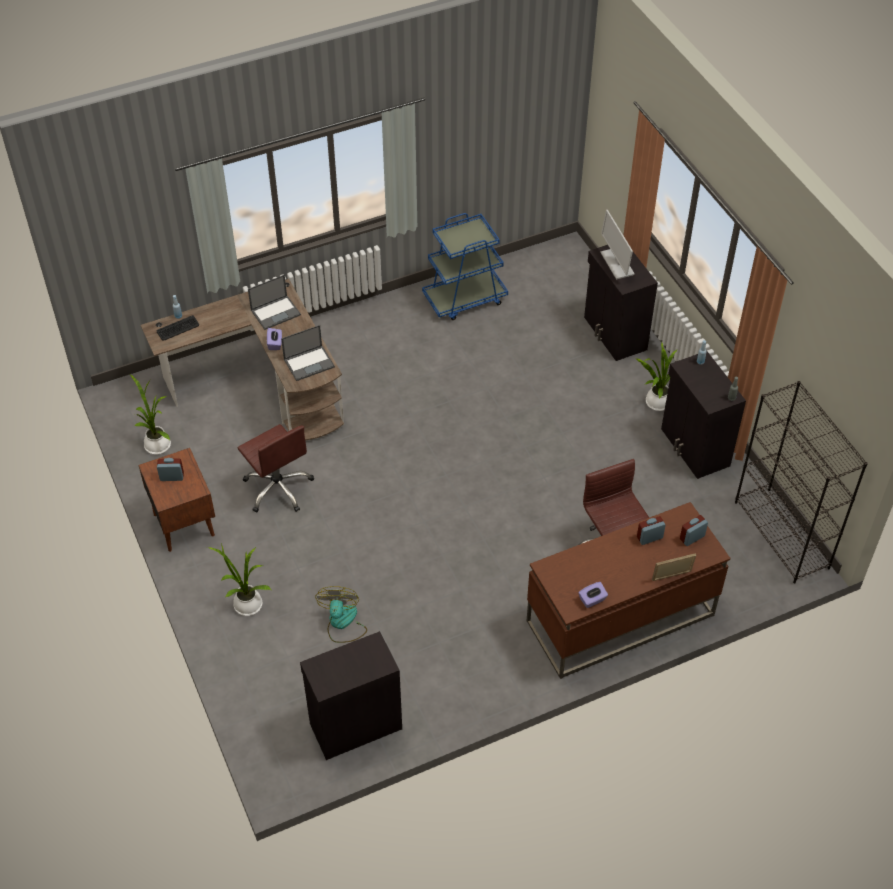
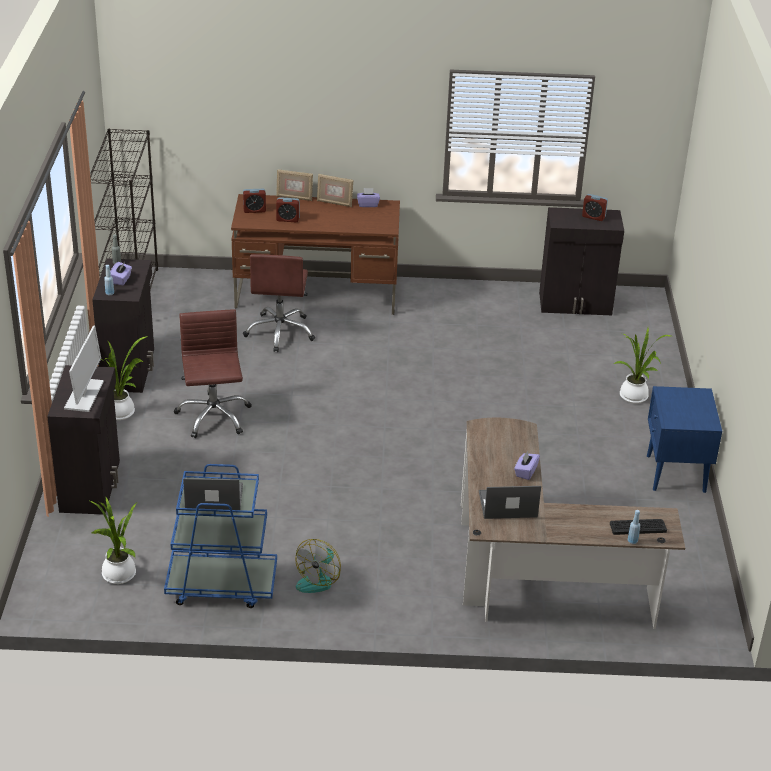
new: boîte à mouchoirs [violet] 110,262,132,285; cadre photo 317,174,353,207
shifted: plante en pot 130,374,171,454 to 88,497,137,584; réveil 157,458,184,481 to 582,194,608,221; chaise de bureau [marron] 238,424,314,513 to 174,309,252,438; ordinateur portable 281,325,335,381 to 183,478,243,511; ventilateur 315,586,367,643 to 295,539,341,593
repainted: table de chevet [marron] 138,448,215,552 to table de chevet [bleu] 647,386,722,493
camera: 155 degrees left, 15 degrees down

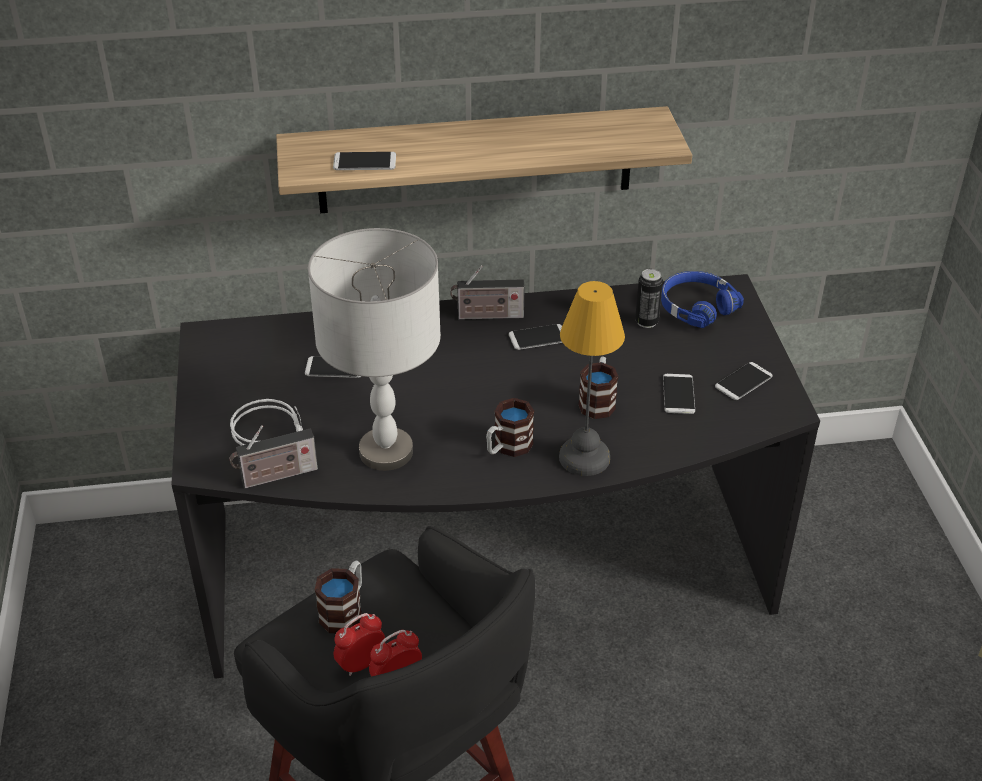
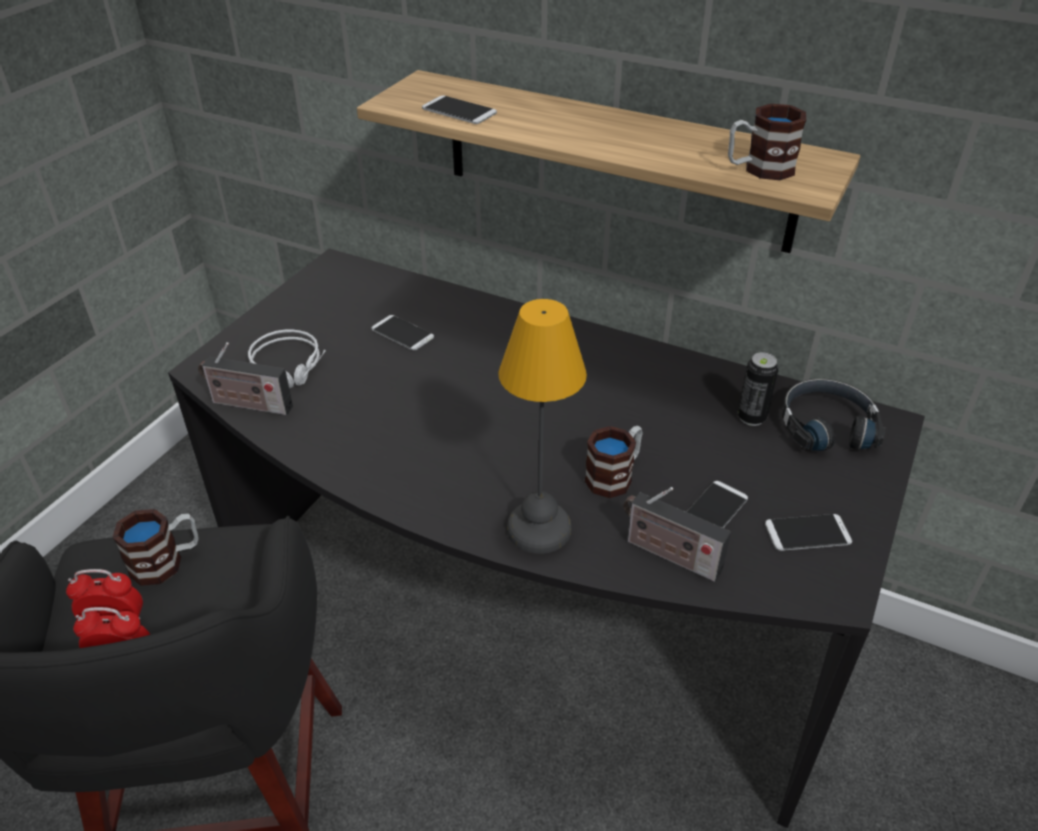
gone: lampe de table [gris] 308,228,441,471; téléphone 509,324,562,350
shifted: radio 450,266,525,320 to 623,487,731,582; mug 486,398,534,457 to 728,104,806,180
repainted: casque audio [bleu] 661,271,744,328 to casque audio [noir] 782,379,886,451
camera: 35 degrees right, 0 degrees up

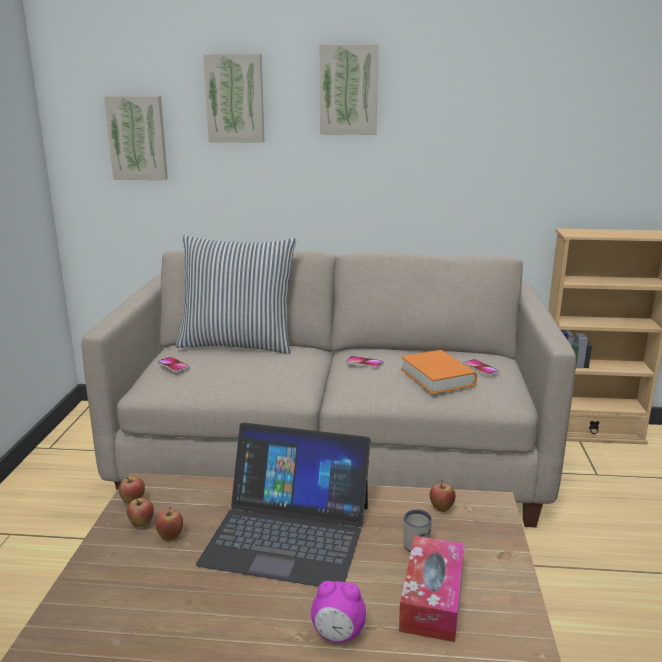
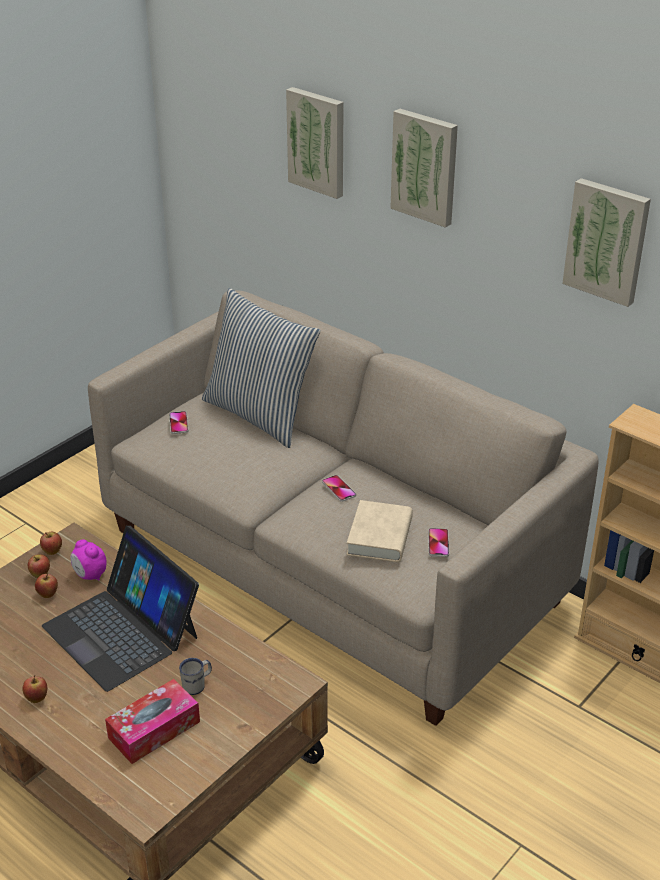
shifted: tableau 104,96,168,180 to 562,178,651,307; réveil 311,581,366,643 to 71,539,107,580; pomme 430,480,456,512 to 23,675,47,703
repainted: livre [orange] 401,350,477,394 to livre [beige] 347,500,413,562
camera: 35 degrees right, 15 degrees up

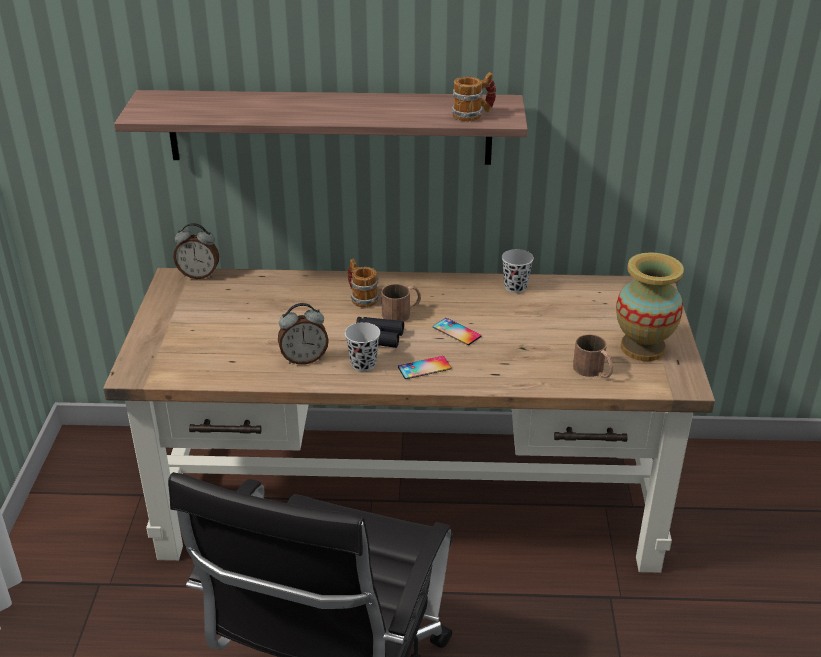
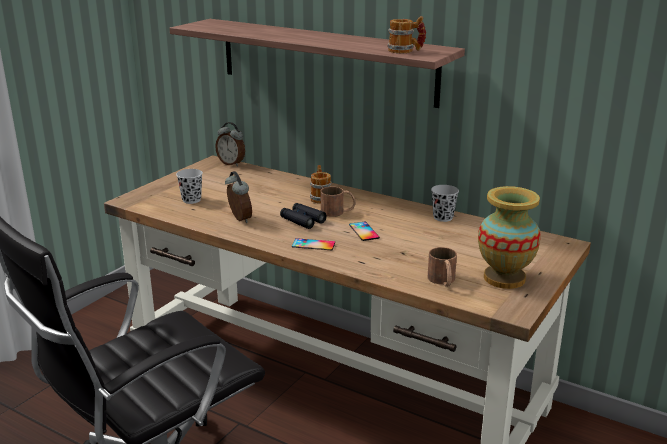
shifted: tasse [noir] 345,322,380,371 to 176,169,203,204
rotated: réveil 278,303,329,365 = 225,171,252,223 135 degrees counterclockwise
camera: 30 degrees right, 10 degrees down

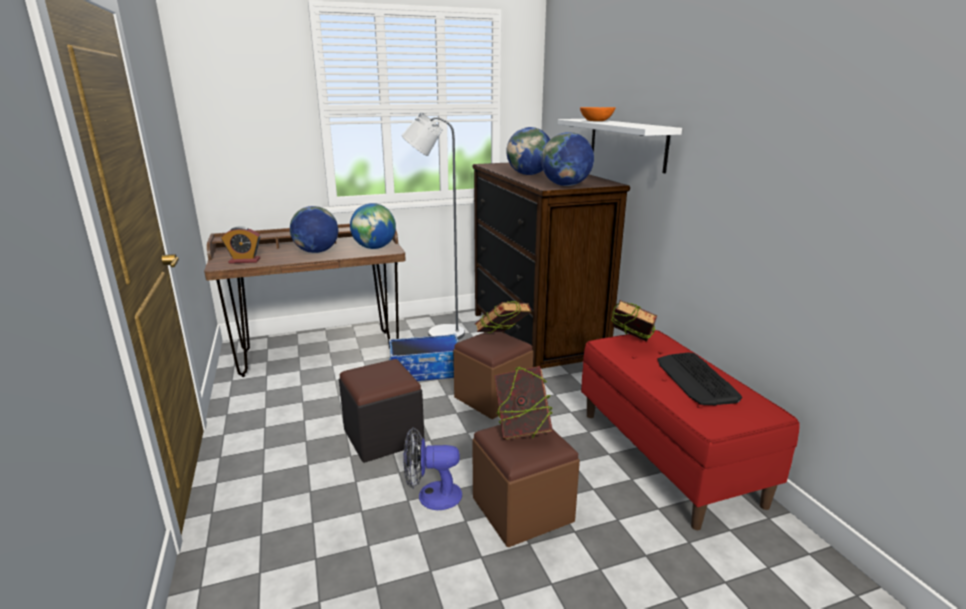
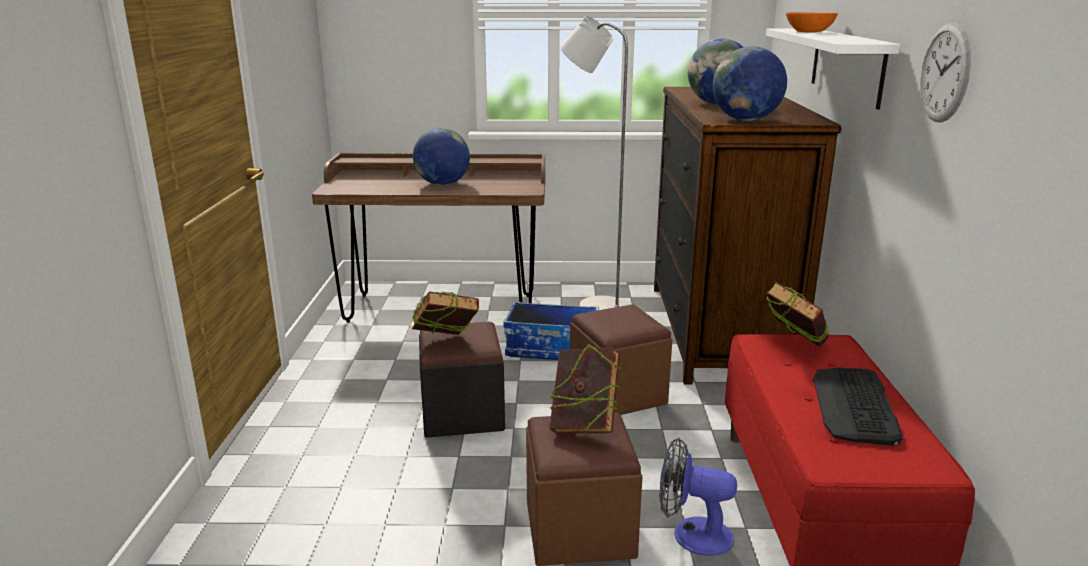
gone: réveil 221,226,261,264; globe 350,203,396,249
new: horloge murale 920,22,971,122
shifted: ventilateur 403,427,462,510 to 660,438,737,556; livre 475,301,531,333 to 412,291,479,335
camera: 20 degrees right, 0 degrees up

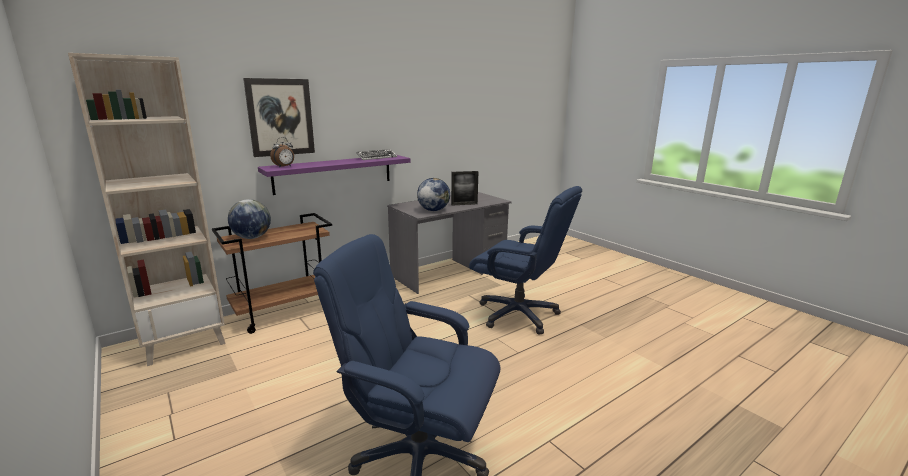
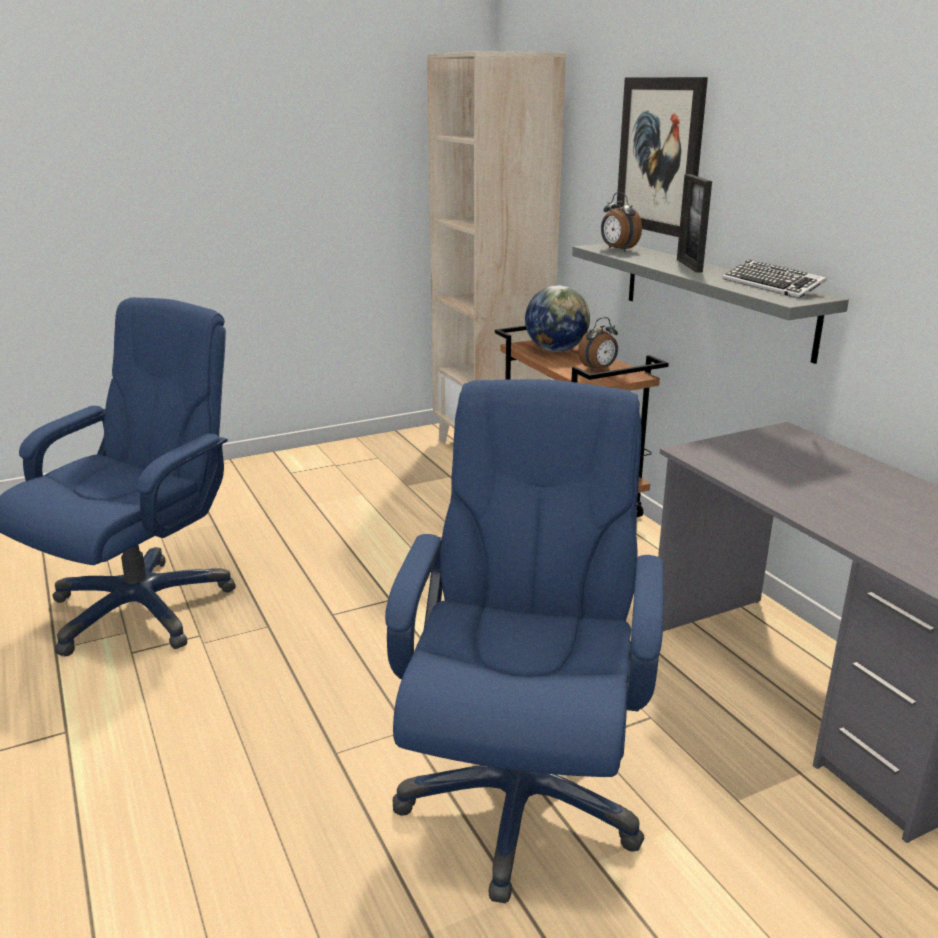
gone: globe 417,178,450,211
new: réveil 578,317,618,371
shifted: cadre photo 451,171,478,206 to 677,174,712,272
repainted: étagère [violet] 258,155,411,195 to étagère [gris] 572,243,849,364
rotated: chaise de bureau [bleu] 469,186,582,335 = 385,379,664,903 150 degrees clockwise
camera: 100 degrees right, 5 degrees up

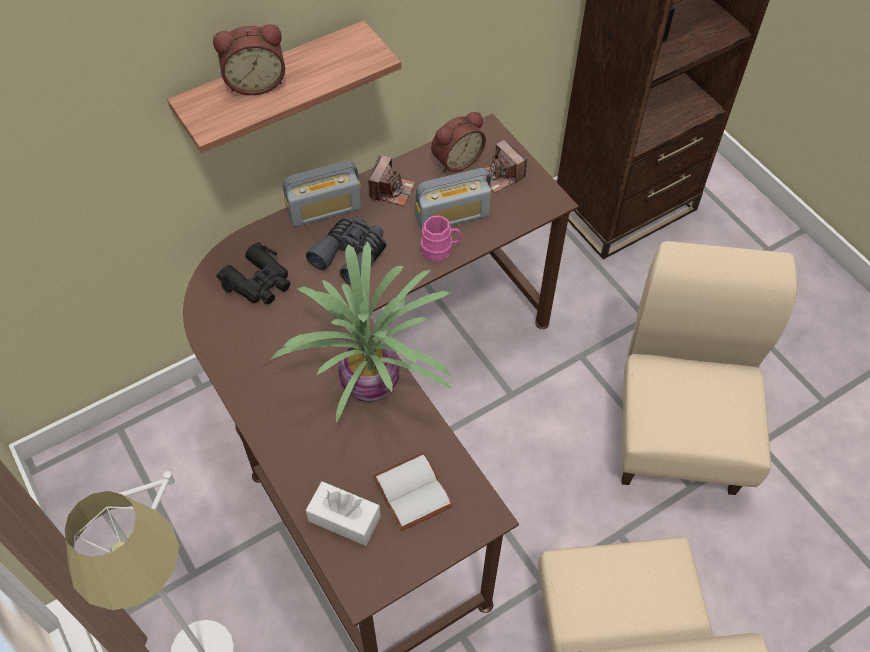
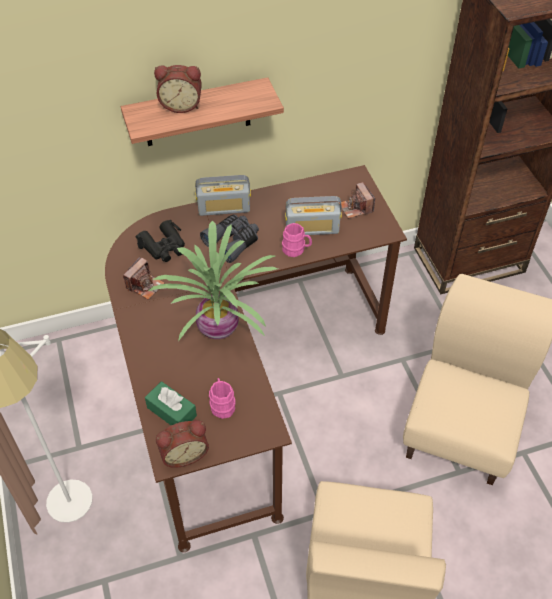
shifted: appareil photo 368,155,415,206 to 123,257,165,300; réveil 431,112,486,173 to 156,420,209,468
swapped: livre [blanc] 372,452,454,531 to mug [rose] 209,378,235,419
repainted: boîte à mouchoirs [blanc] 306,481,381,546 to boîte à mouchoirs [vert] 145,381,197,425
camera: 15 degrees right, 5 degrees down

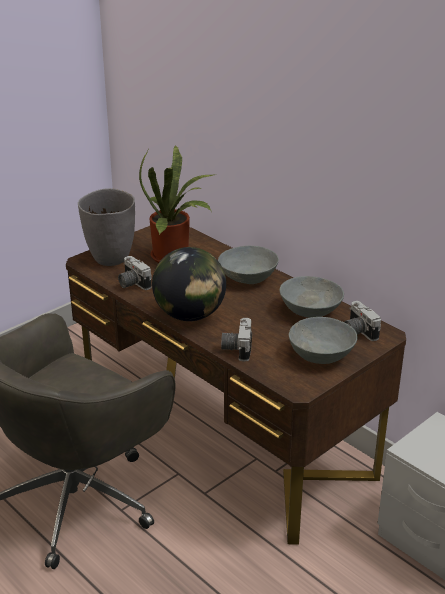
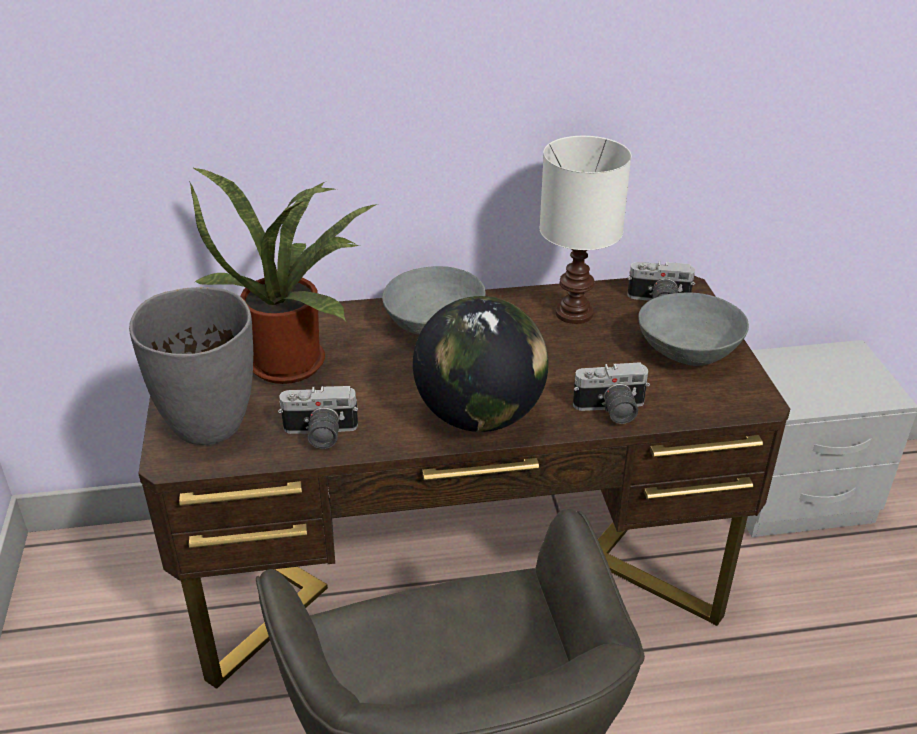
swapped: bol [gris] 280,276,344,318 to lampe de table [blanc] 539,136,631,324
rotated: appareil photo 221,318,252,362 = 573,362,650,424 45 degrees counterclockwise
camera: 55 degrees left, 5 degrees up

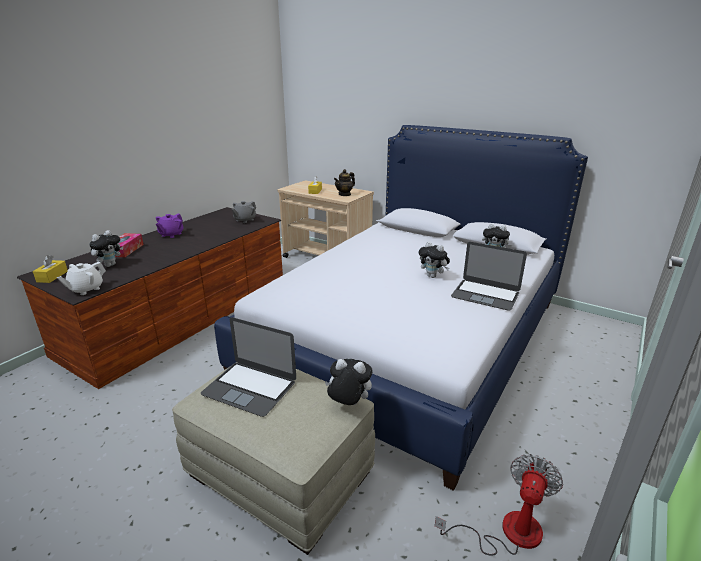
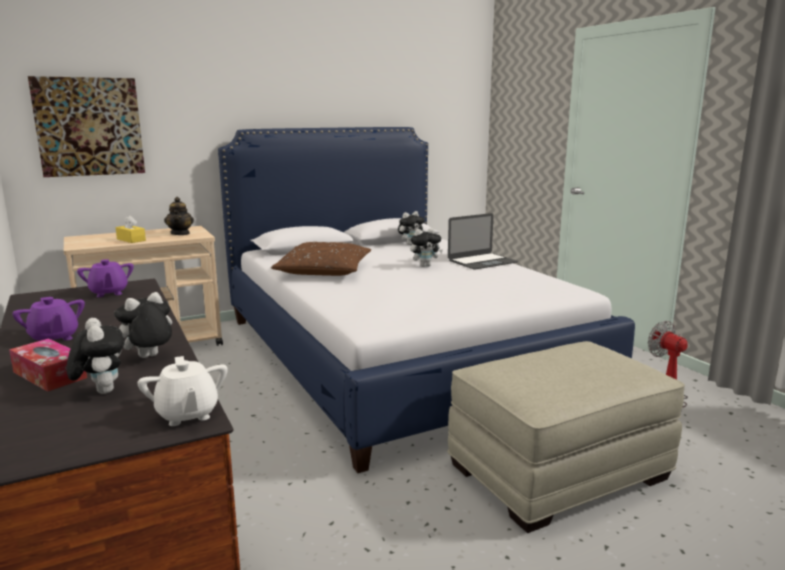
gone: boîte à mouchoirs [jaune] 33,255,68,283; ordinateur portable 201,317,296,417
new: tableau 28,76,145,177; coussin [marron] 271,242,371,276
shifted: peluche 325,359,373,405 to 114,292,172,358
repainted: théière [gris] 231,201,256,223 to théière [violet] 77,259,134,297
camera: 60 degrees left, 10 degrees down

